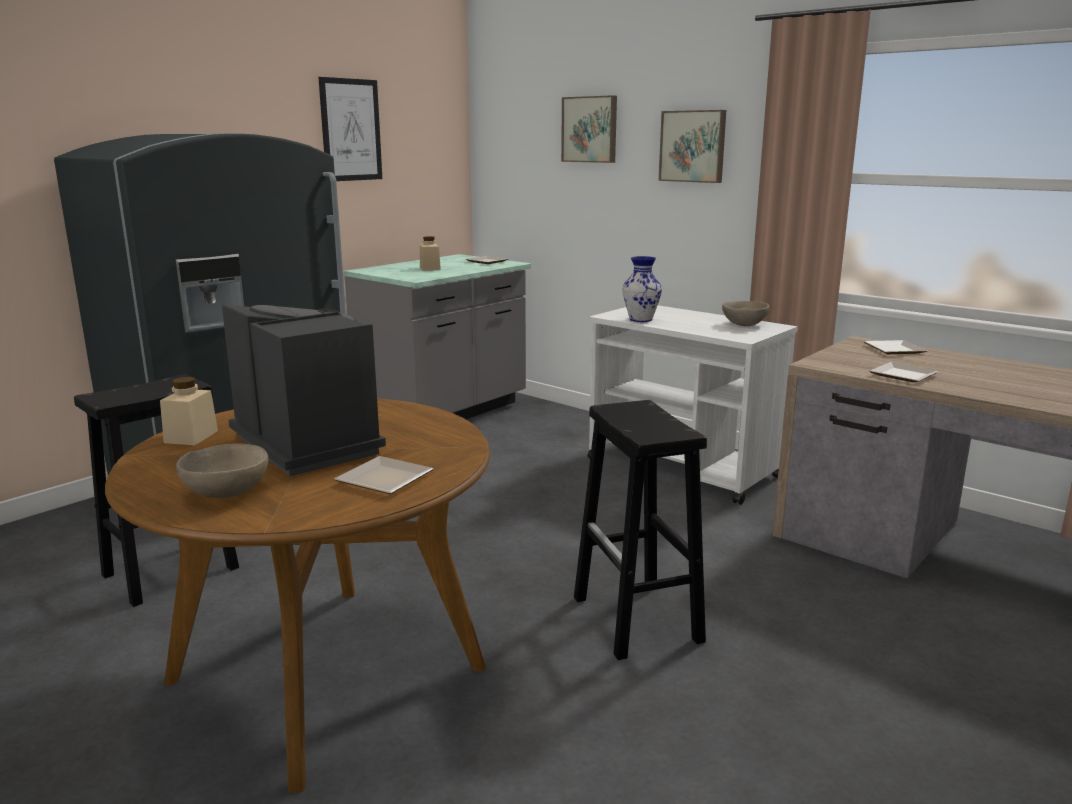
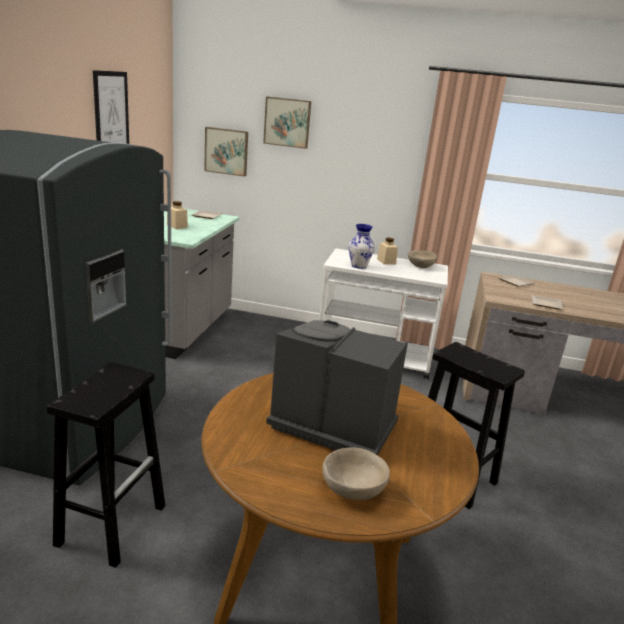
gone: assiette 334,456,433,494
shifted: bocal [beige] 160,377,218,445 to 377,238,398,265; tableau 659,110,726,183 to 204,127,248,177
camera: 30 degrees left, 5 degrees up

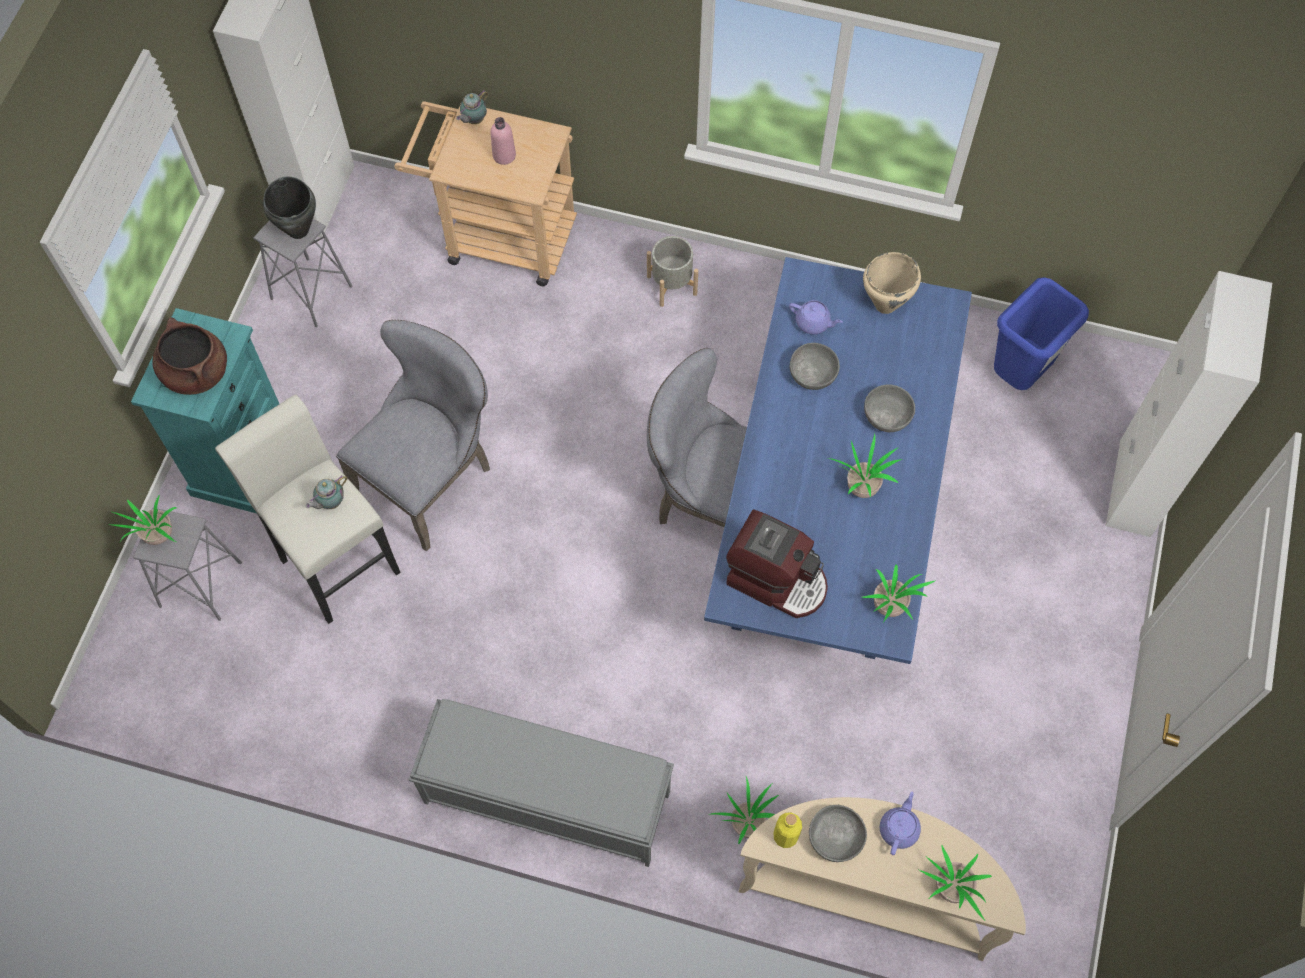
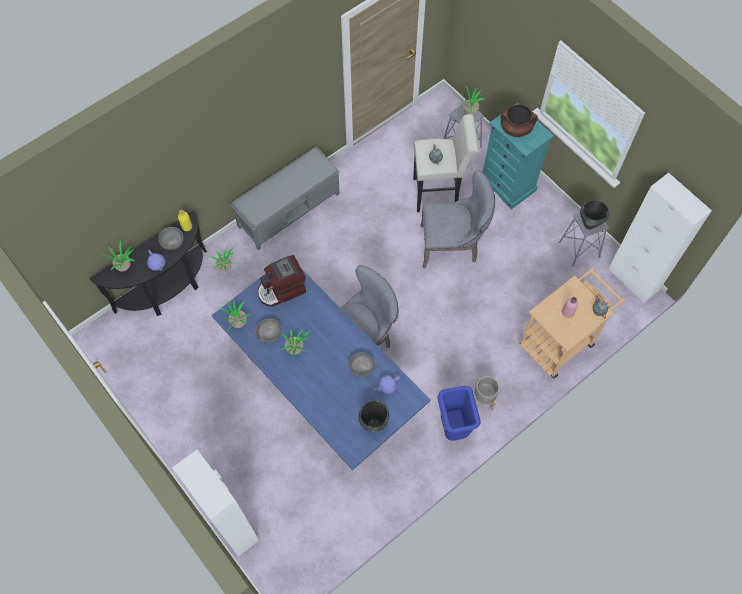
shifted: bol [gris] 864,384,915,432 to 256,319,282,343; poubelle [bleu] 994,277,1089,390 to 438,386,481,441
repainted: table console [beige] 739,797,1026,961 to table console [noir] 90,210,207,316; marmite [beige] 863,252,921,314 to marmite [noir] 359,400,389,432
rotated: chaise [gris] 336,320,490,552 = 421,170,495,268 75 degrees counterclockwise
camera: 125 degrees right, 0 degrees up

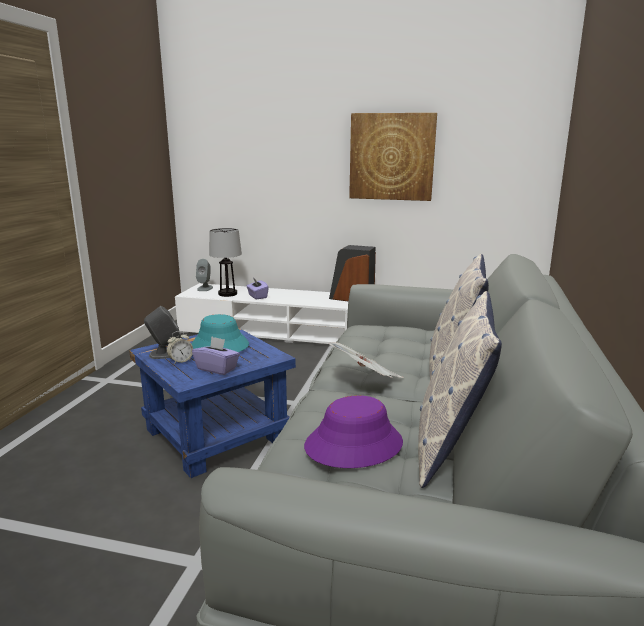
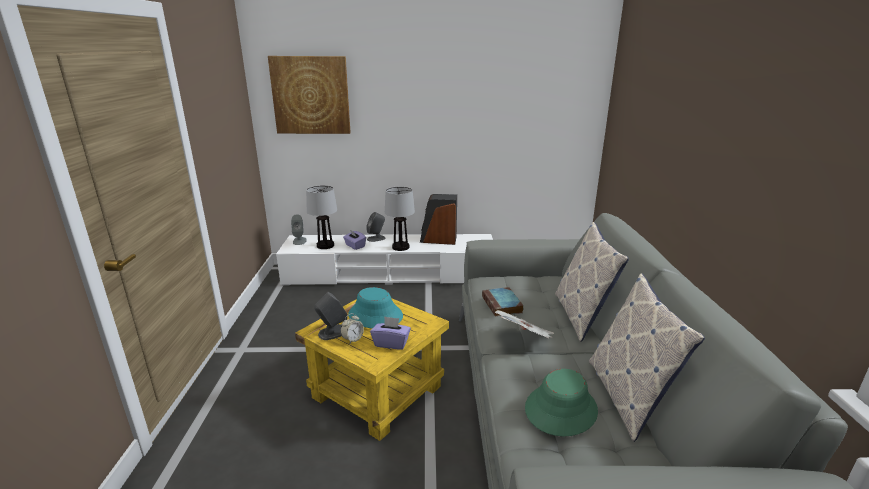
new: enceinte [gris] 366,212,386,242; lampe de table 385,187,415,251; livre 482,287,524,316
shifted: tableau 349,113,437,201 to 268,56,351,134
repainted: table d'appoint [bleu] 129,328,296,478 to table d'appoint [jaune] 295,298,449,441; chapeau [violet] 304,395,403,468 to chapeau [vert] 525,369,598,436
camera: 15 degrees left, 5 degrees up

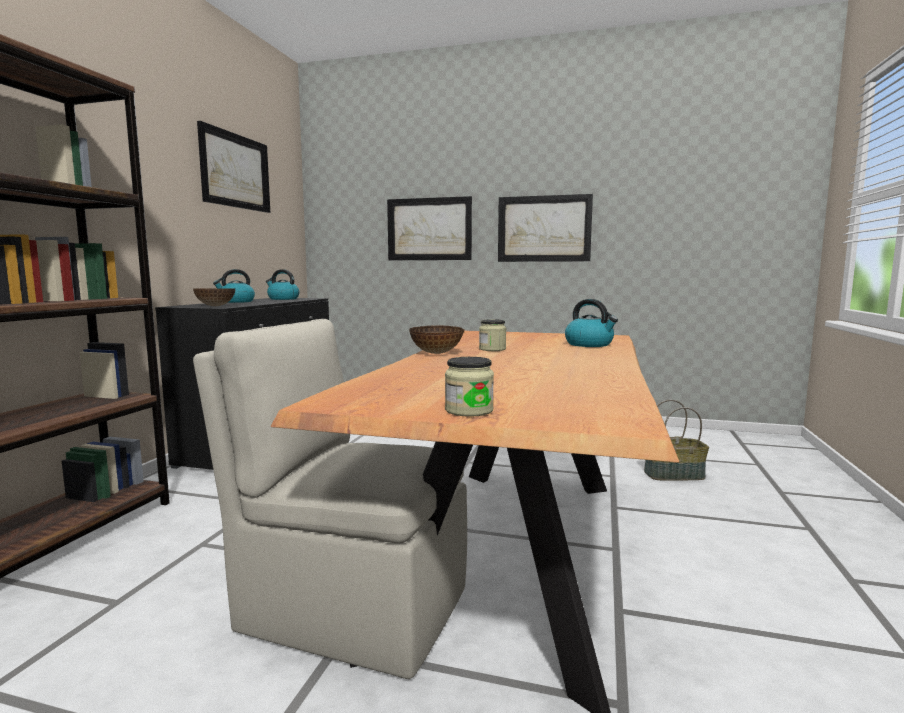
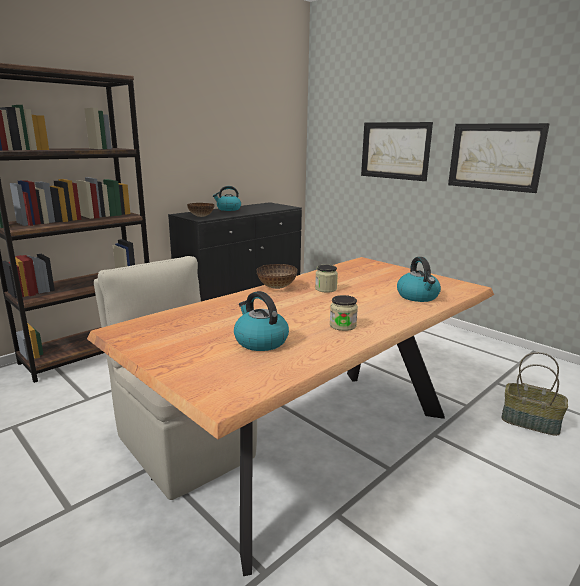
gone: tableau 197,121,270,213
shifted: bouilloire 266,269,299,300 to 234,291,289,351; bocal 445,357,494,417 to 330,295,358,331
camera: 30 degrees right, 10 degrees up

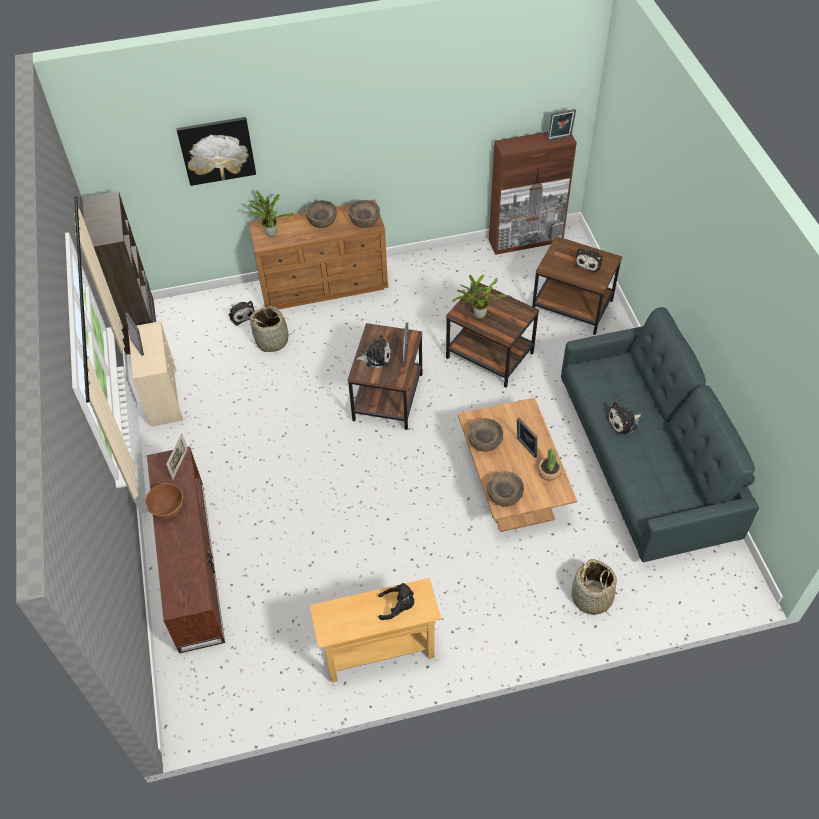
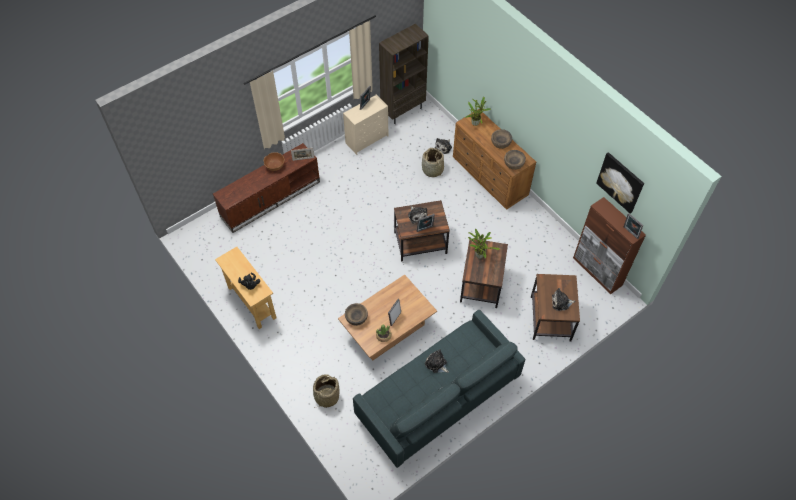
gone: bol [marron] 468,418,503,452
shifted: tableau 177,117,256,186 to 596,152,644,214
camera: 65 degrees right, 5 degrees up

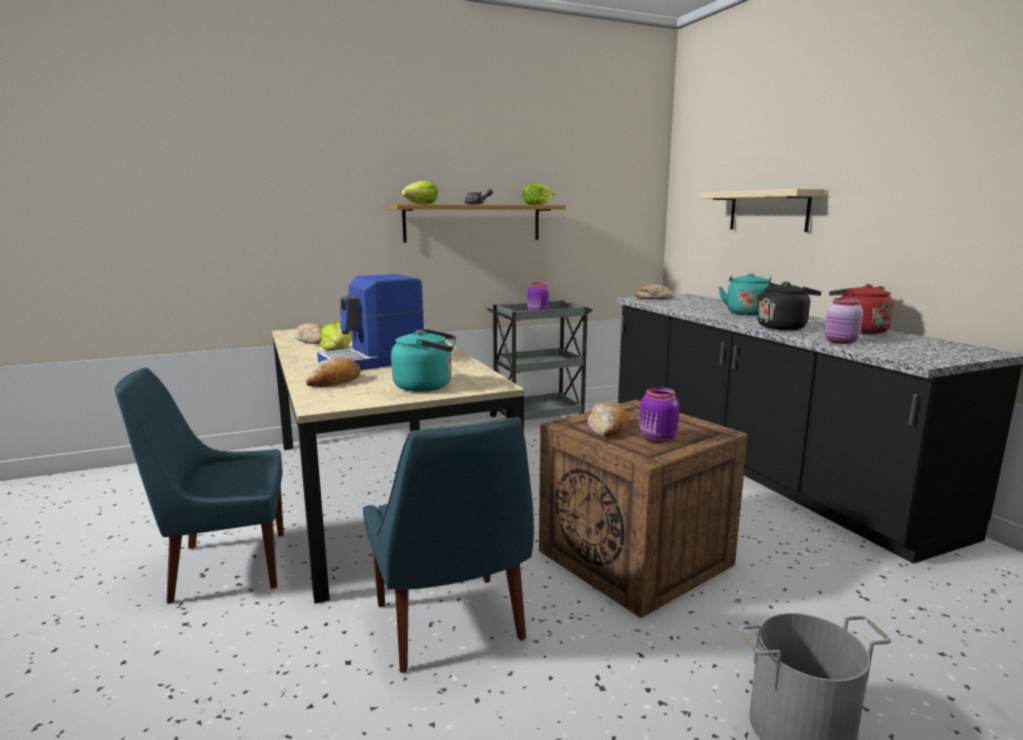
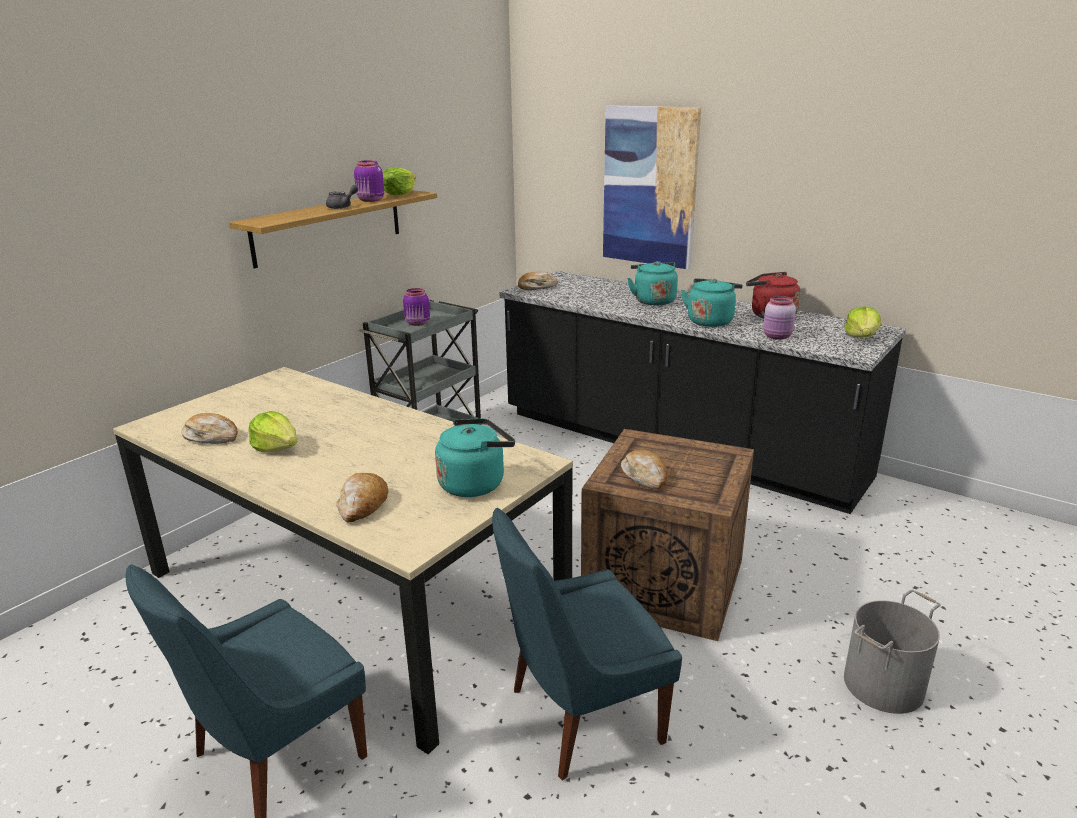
gone: machine à café 317,274,424,370
shifted: laitue 402,181,438,204 to 844,307,881,337; bocal [violet] 639,387,679,443 to 354,160,384,202
swapped: étagère [beige] 699,189,826,232 to tableau 603,105,701,269
repainted: bouilloire [noir] 757,282,821,330 to bouilloire [turquoise] 681,279,743,327
rotated: chaise [bleu] 363,417,534,673 = 492,508,682,781 120 degrees clockwise
camera: 30 degrees left, 10 degrees up

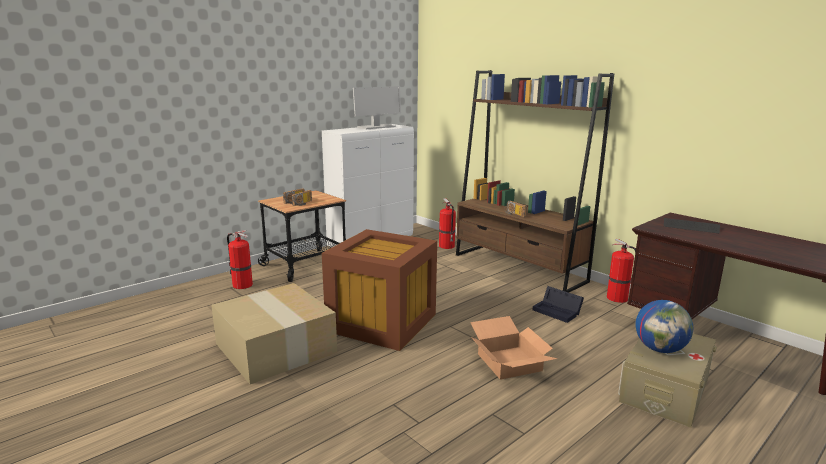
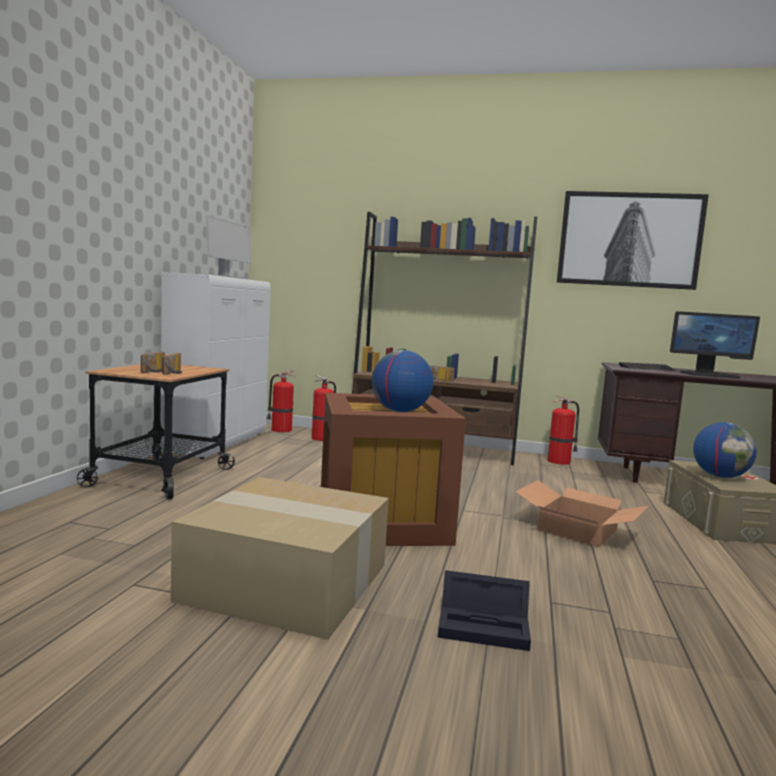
new: globe 371,350,433,412; tableau 557,191,709,290; écran d'ordinateur 670,311,760,379
shifted: extincteur 227,230,253,289 to 267,371,295,432; boîte de rangement [noir] 533,286,584,323 to 438,570,531,651
camera: 35 degrees left, 10 degrees down

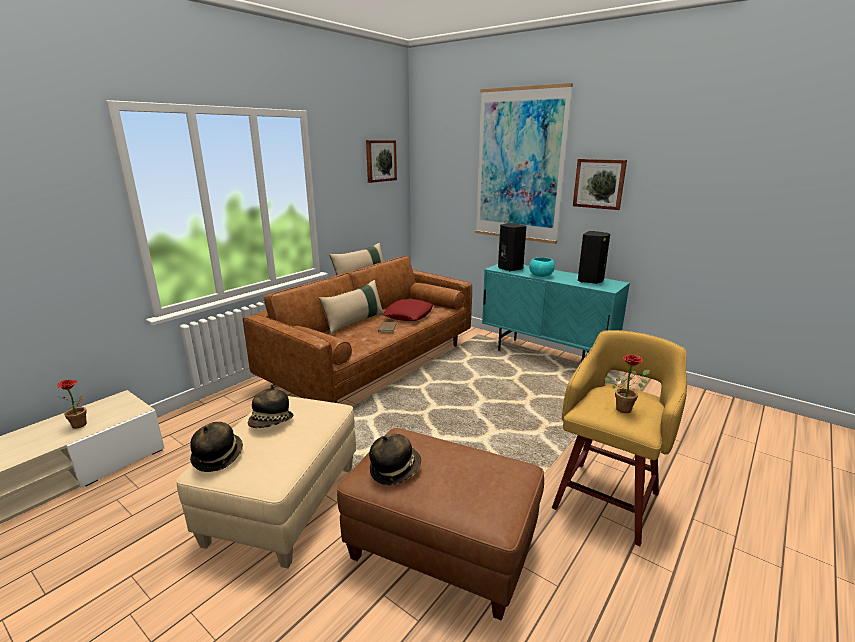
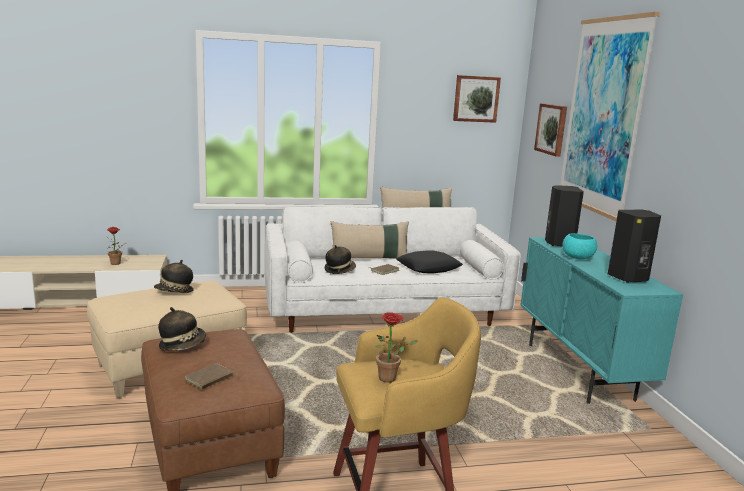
new: livre [marron] 185,363,239,390
shifted: chapeau 190,422,243,472 to 325,245,356,274; tableau 573,159,627,210 to 534,103,567,157
repainted: canapé [marron] 243,255,472,403 to canapé [blanc] 265,206,521,333; coussin [rouge] 383,299,433,321 to coussin [noir] 396,251,463,274
camera: 40 degrees right, 5 degrees down

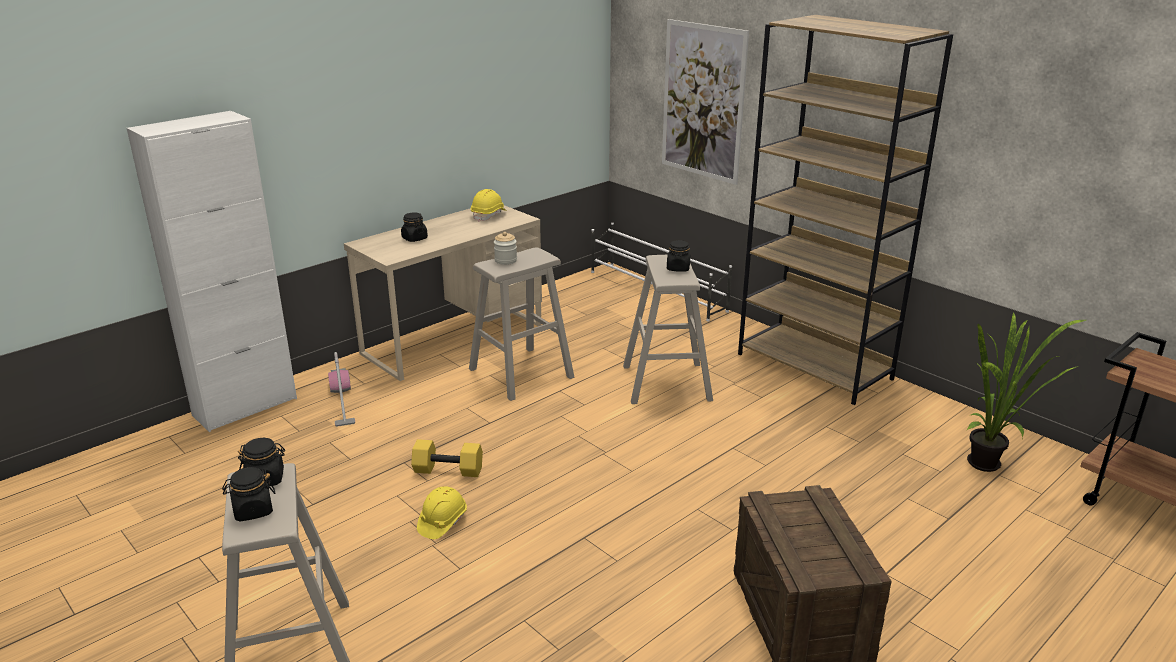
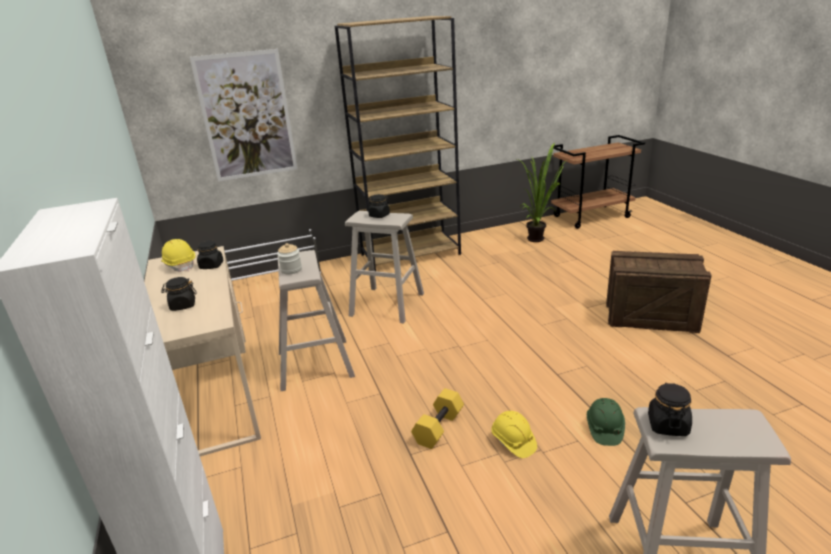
gone: aspirateur 328,352,355,427
new: casque de chantier [vert] 587,398,625,446
shifted: bocal [noir] 222,467,275,522 to 197,240,223,269
camera: 65 degrees left, 0 degrees up

